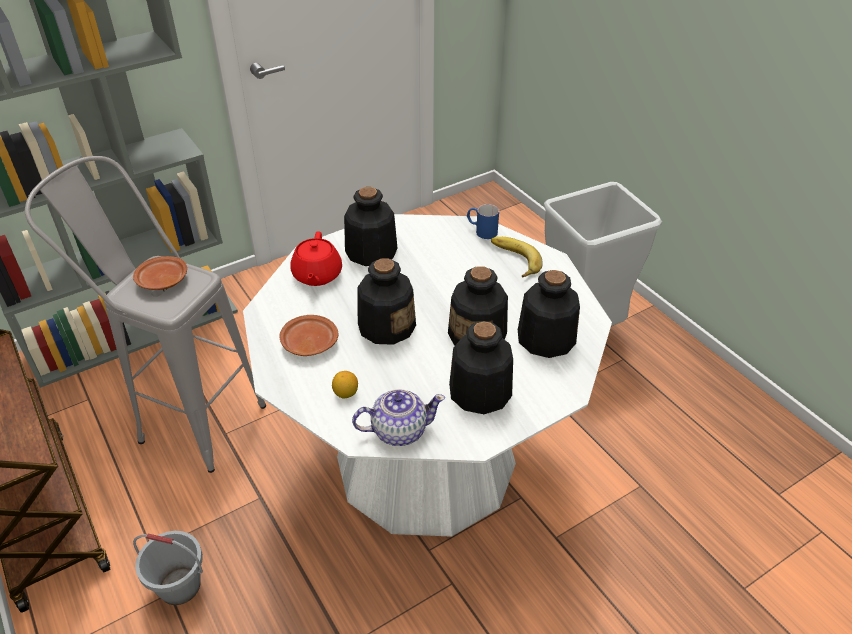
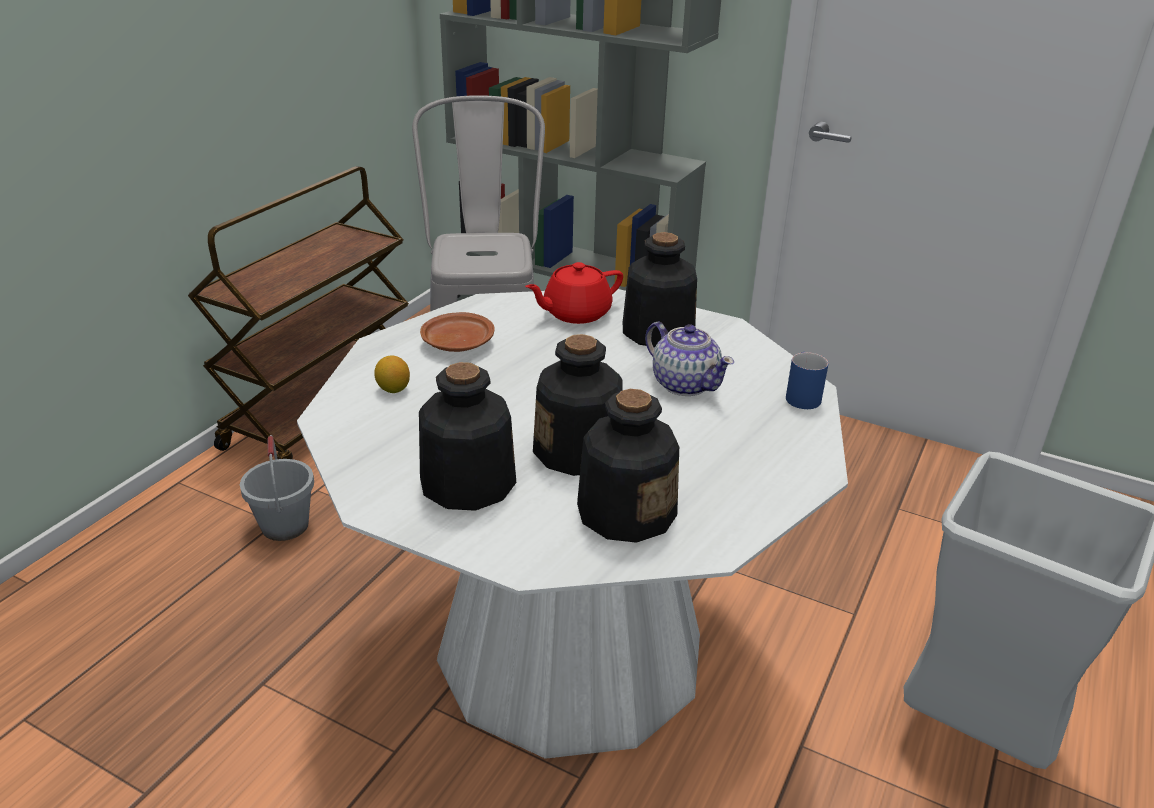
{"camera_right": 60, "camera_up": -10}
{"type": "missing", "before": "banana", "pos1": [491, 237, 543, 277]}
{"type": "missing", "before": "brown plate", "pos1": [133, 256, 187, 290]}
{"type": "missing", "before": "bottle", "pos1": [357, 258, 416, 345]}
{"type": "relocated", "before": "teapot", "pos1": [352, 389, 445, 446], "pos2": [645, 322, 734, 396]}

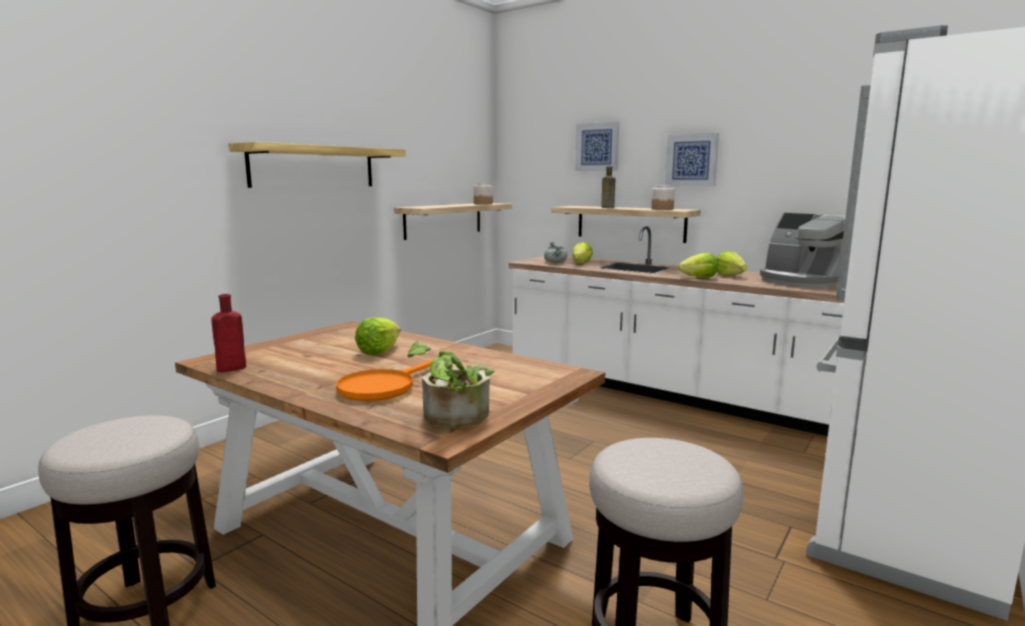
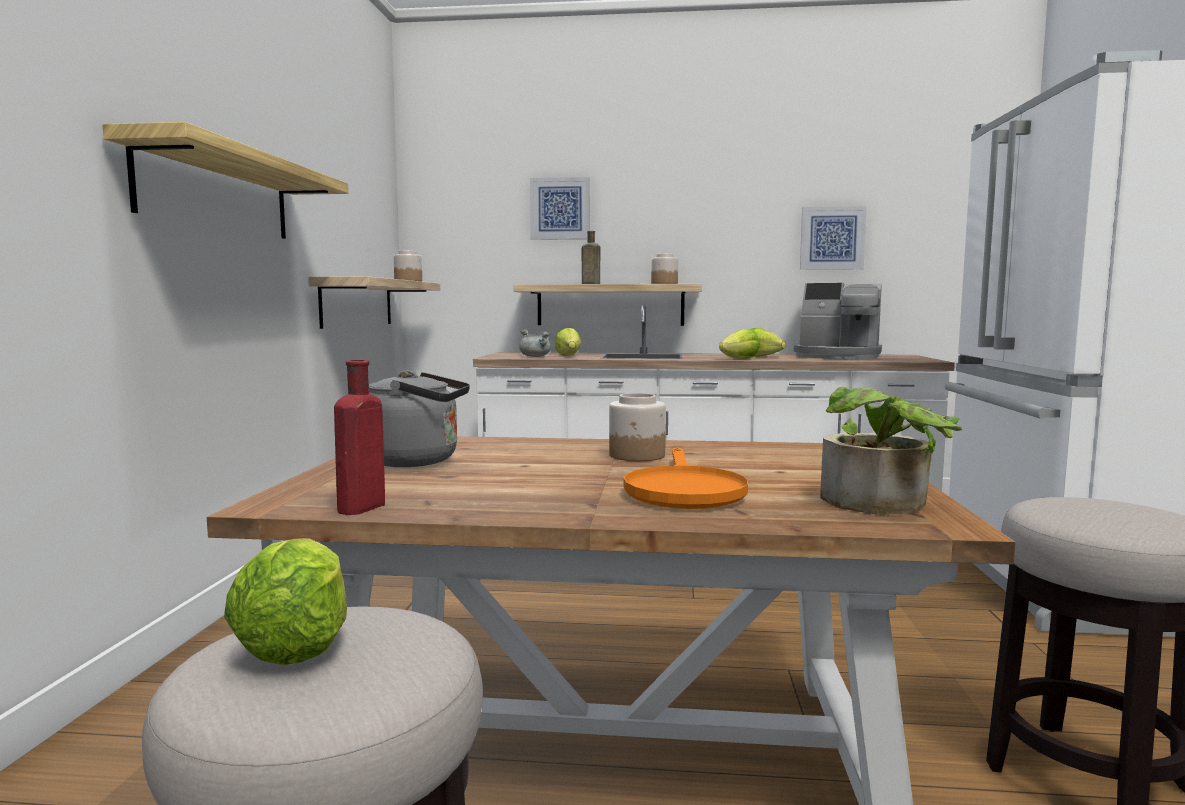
{"camera_right": -30, "camera_up": -5}
{"type": "relocated", "before": "picture", "pos1": [665, 133, 719, 186], "pos2": [800, 206, 867, 270]}
{"type": "relocated", "before": "lettuce", "pos1": [355, 317, 401, 355], "pos2": [224, 538, 347, 665]}
{"type": "appeared", "after": "grey kettle", "pos2": [369, 370, 470, 467]}
{"type": "appeared", "after": "jar", "pos2": [609, 393, 666, 461]}

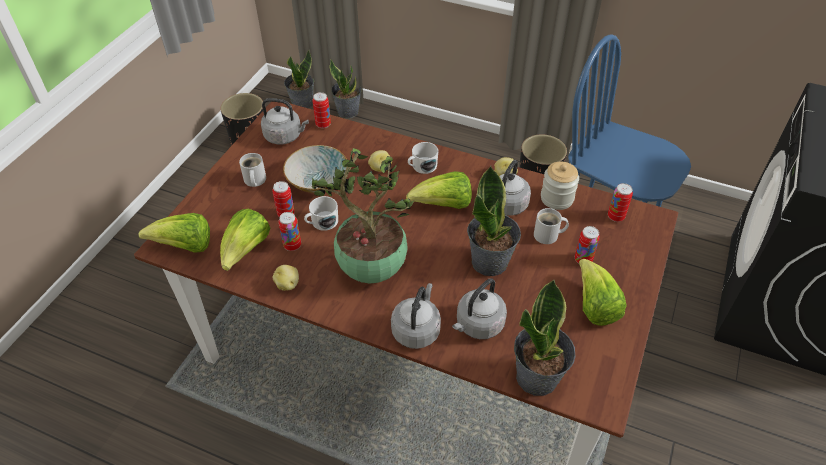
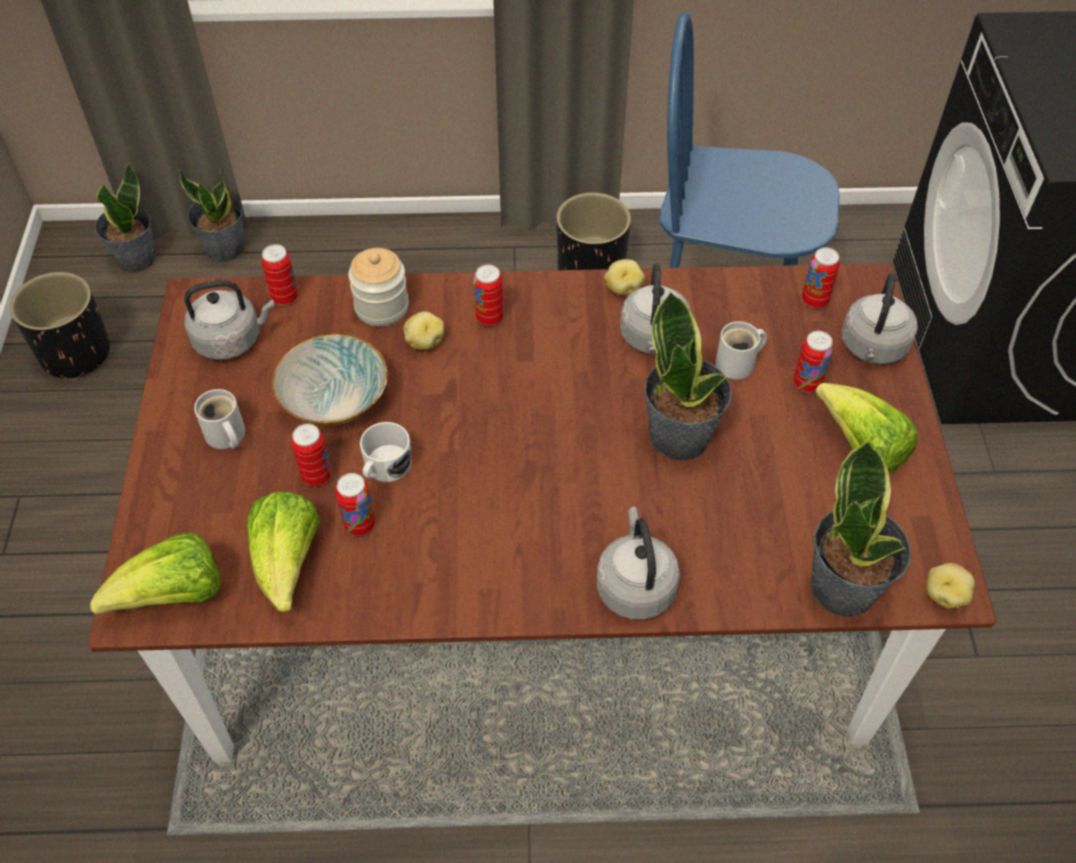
{"camera_right": -25, "camera_up": 5}
{"type": "exchanged", "before": "white mug", "after": "can", "pos1": [408, 142, 438, 174], "pos2": [474, 264, 504, 326]}
{"type": "missing", "before": "potted plant", "pos1": [311, 148, 414, 283]}
{"type": "relocated", "before": "jar", "pos1": [541, 162, 579, 210], "pos2": [348, 248, 409, 326]}
{"type": "missing", "before": "lettuce", "pos1": [406, 171, 472, 209]}
{"type": "relocated", "before": "potato", "pos1": [273, 265, 299, 291], "pos2": [926, 563, 975, 609]}
{"type": "relocated", "before": "grey kettle", "pos1": [452, 278, 507, 339], "pos2": [842, 273, 917, 364]}

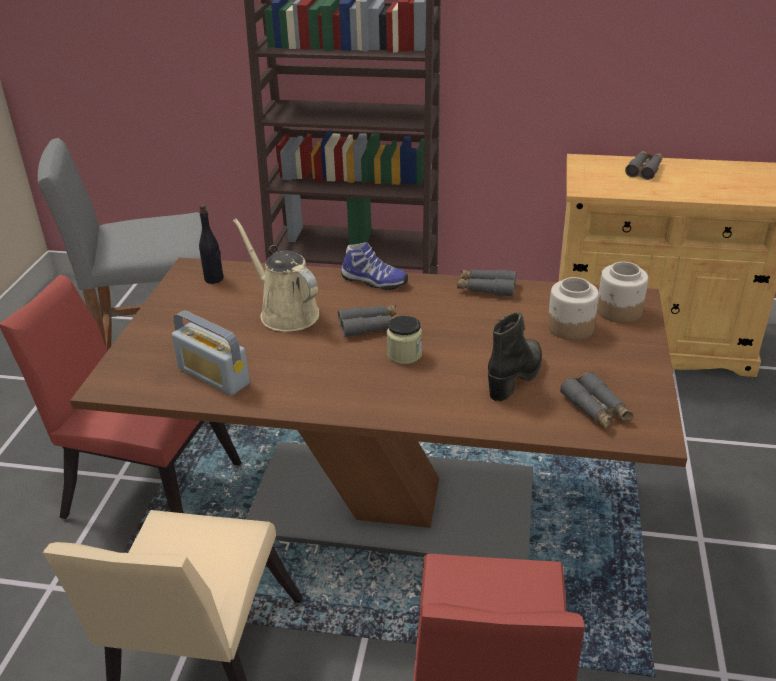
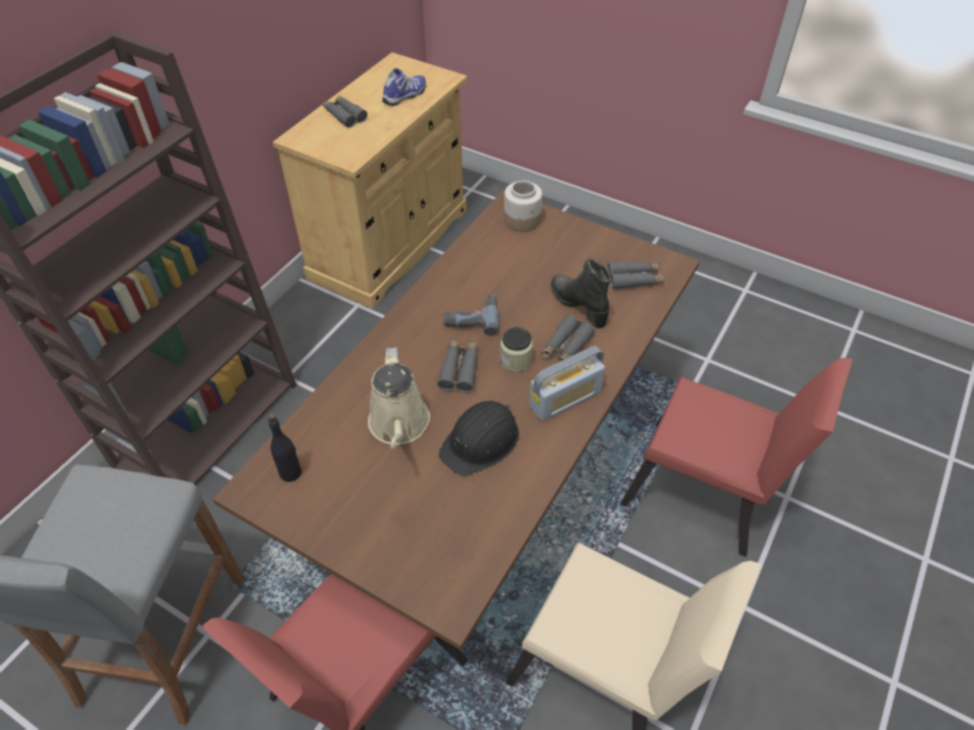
{"camera_right": -70, "camera_up": 15}
{"type": "spun", "before": "beige watering can", "pos1": [233, 218, 319, 332], "pos2": [368, 347, 430, 449], "turn": -75}
{"type": "relocated", "before": "shoe", "pos1": [341, 242, 408, 290], "pos2": [382, 68, 426, 106]}
{"type": "relocated", "before": "grey binoculars", "pos1": [457, 270, 516, 296], "pos2": [540, 315, 595, 362]}
{"type": "missing", "before": "jar", "pos1": [548, 277, 599, 340]}
{"type": "relocated", "before": "radio", "pos1": [171, 310, 250, 395], "pos2": [529, 346, 605, 421]}
{"type": "appeared", "after": "power drill", "pos2": [444, 294, 499, 336]}
{"type": "appeared", "after": "black hard hat", "pos2": [438, 401, 519, 476]}

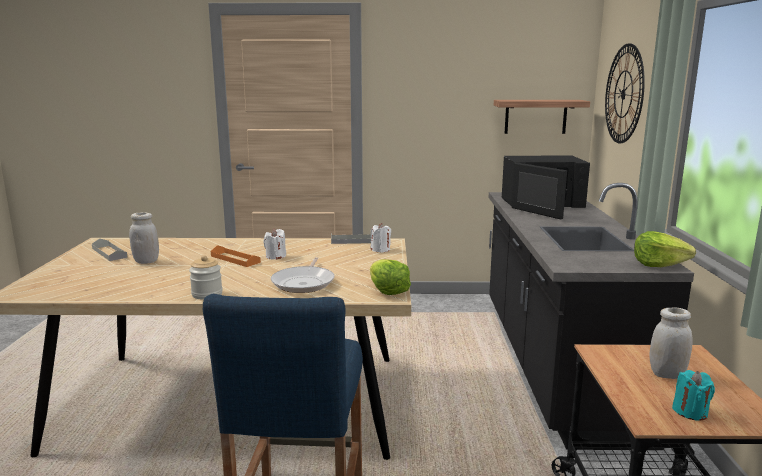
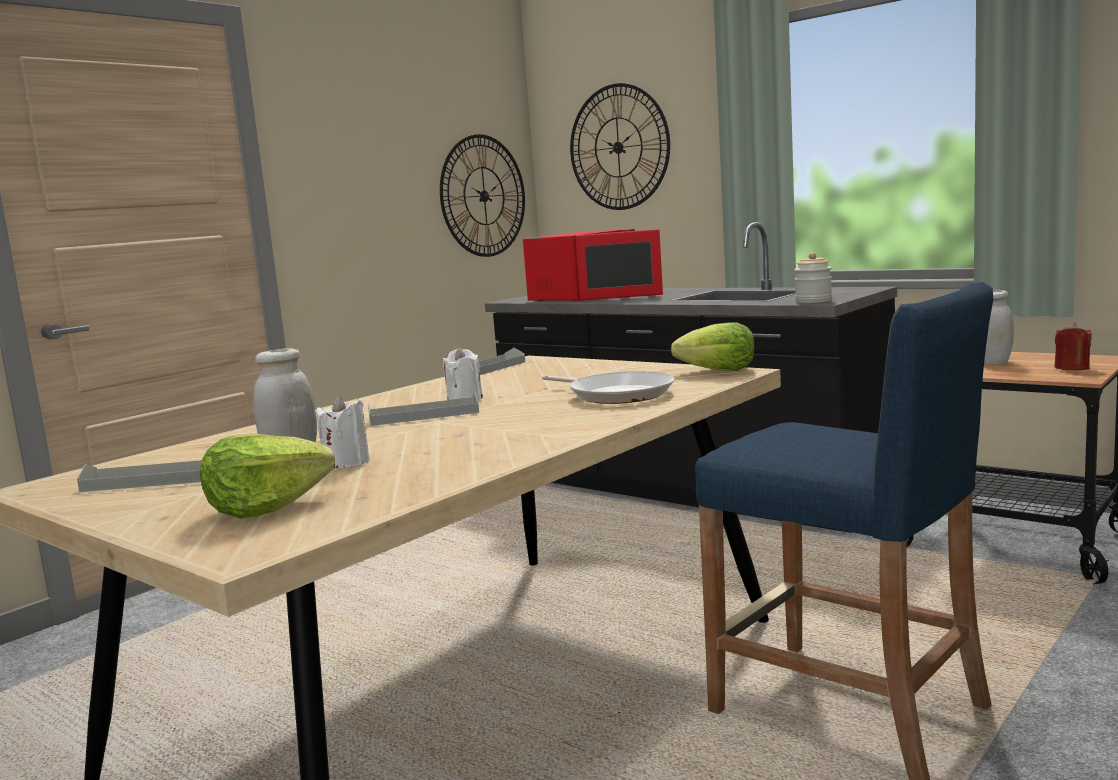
{"camera_right": -50, "camera_up": -5}
{"type": "exchanged", "before": "shelf", "after": "wall clock", "pos1": [494, 100, 590, 134], "pos2": [440, 134, 525, 257]}
{"type": "colour", "before": "black microwave", "after": "red microwave", "pos1": [502, 155, 590, 219], "pos2": [523, 229, 663, 301]}
{"type": "relocated", "before": "white candle", "pos1": [371, 223, 391, 253], "pos2": [316, 395, 370, 468]}
{"type": "relocated", "before": "lettuce", "pos1": [634, 231, 696, 267], "pos2": [200, 434, 335, 519]}
{"type": "colour", "before": "orange tray", "after": "grey tray", "pos1": [211, 245, 261, 267], "pos2": [368, 391, 479, 426]}
{"type": "relocated", "before": "jar", "pos1": [189, 255, 223, 299], "pos2": [794, 252, 832, 303]}
{"type": "colour", "before": "turquoise candle", "after": "red candle", "pos1": [672, 370, 715, 421], "pos2": [1054, 323, 1092, 370]}

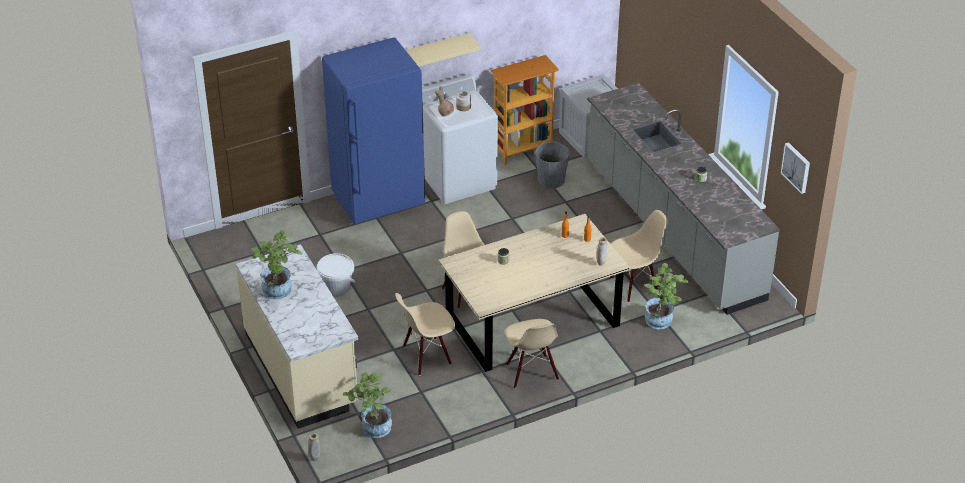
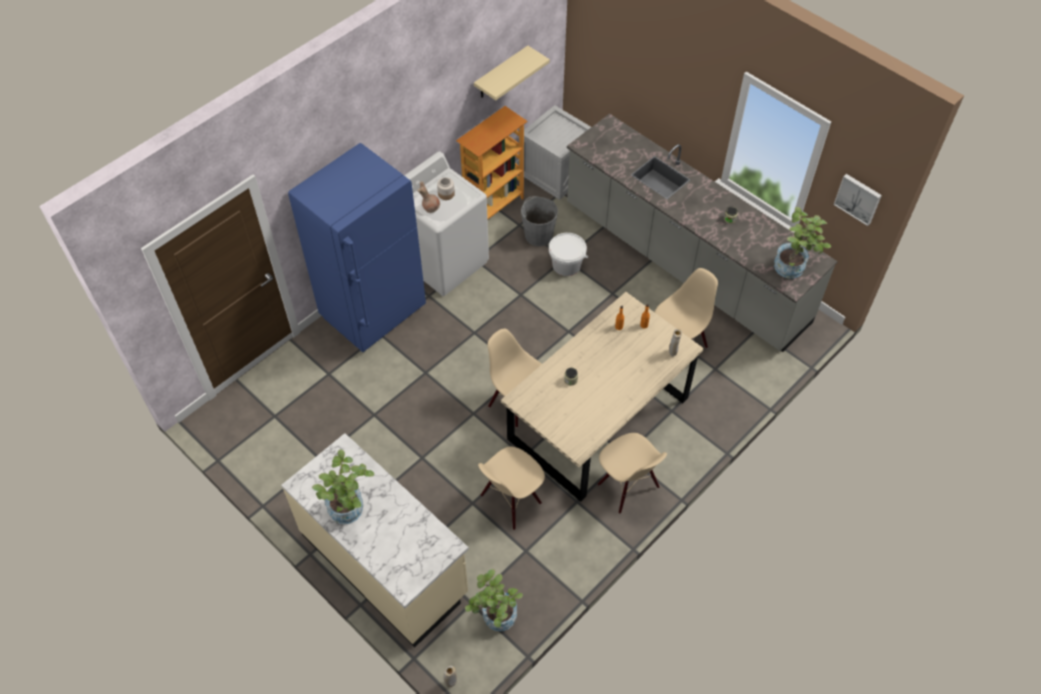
{"camera_right": -20, "camera_up": 15}
{"type": "relocated", "before": "beige shelf", "pos1": [406, 33, 481, 67], "pos2": [474, 46, 550, 101]}
{"type": "relocated", "before": "white bucket", "pos1": [316, 253, 355, 296], "pos2": [549, 233, 588, 276]}
{"type": "relocated", "before": "potted plant", "pos1": [644, 263, 689, 329], "pos2": [774, 207, 831, 279]}

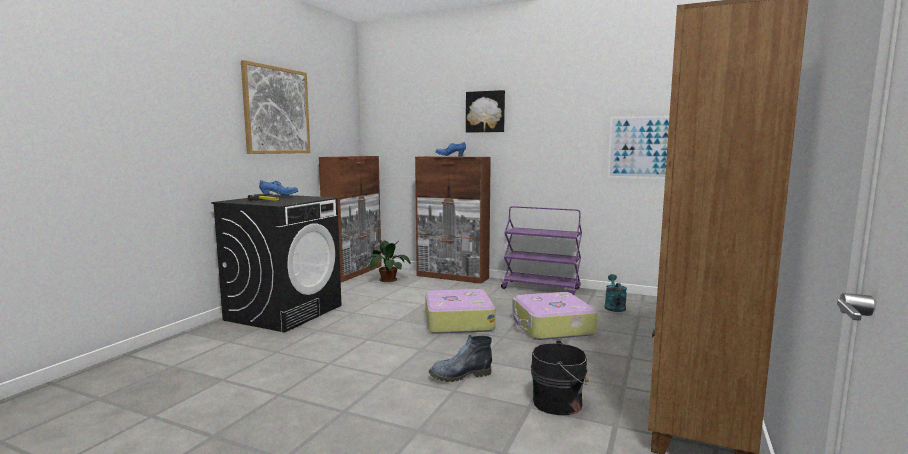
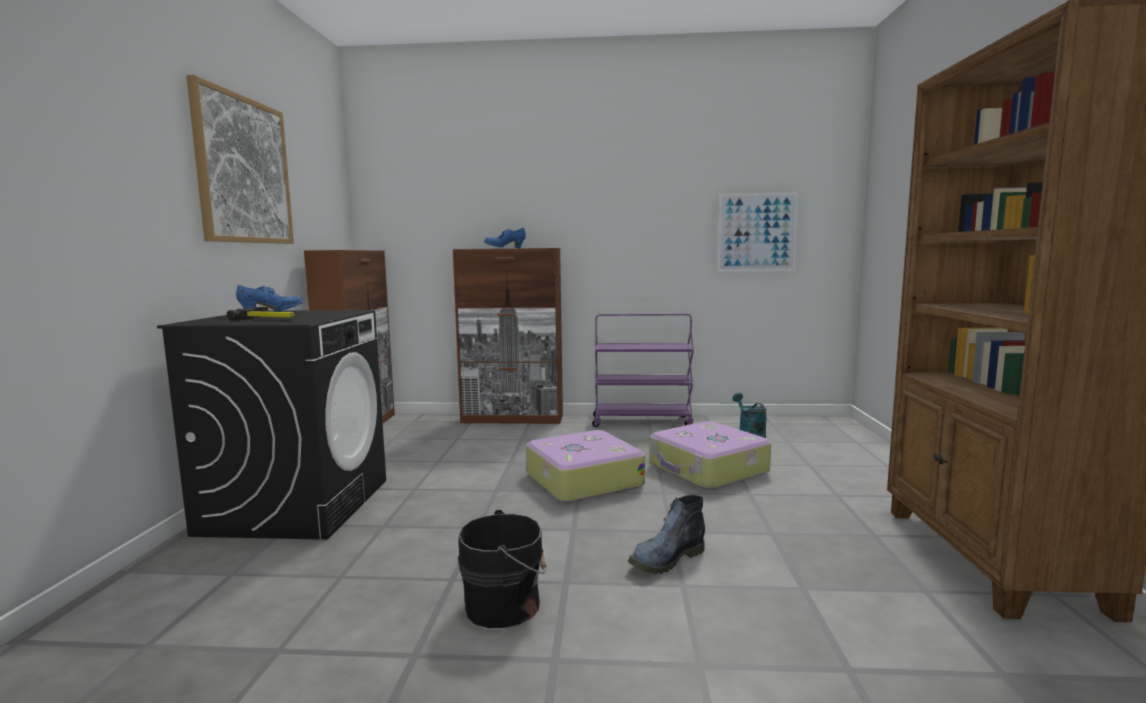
{"camera_right": -20, "camera_up": 0}
{"type": "missing", "before": "picture", "pos1": [466, 90, 505, 133]}
{"type": "missing", "before": "potted plant", "pos1": [364, 238, 411, 282]}
{"type": "relocated", "before": "black bucket", "pos1": [531, 340, 588, 415], "pos2": [458, 510, 546, 628]}

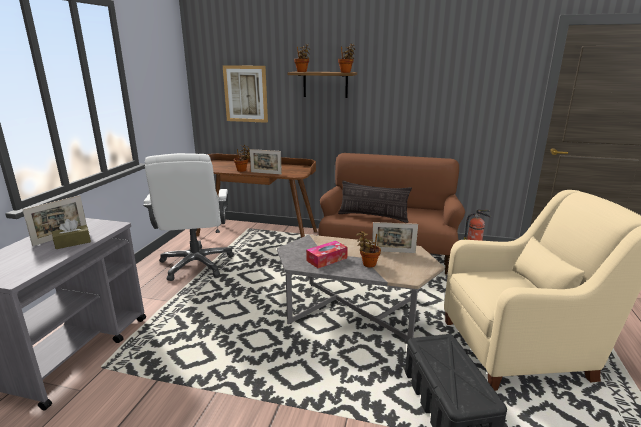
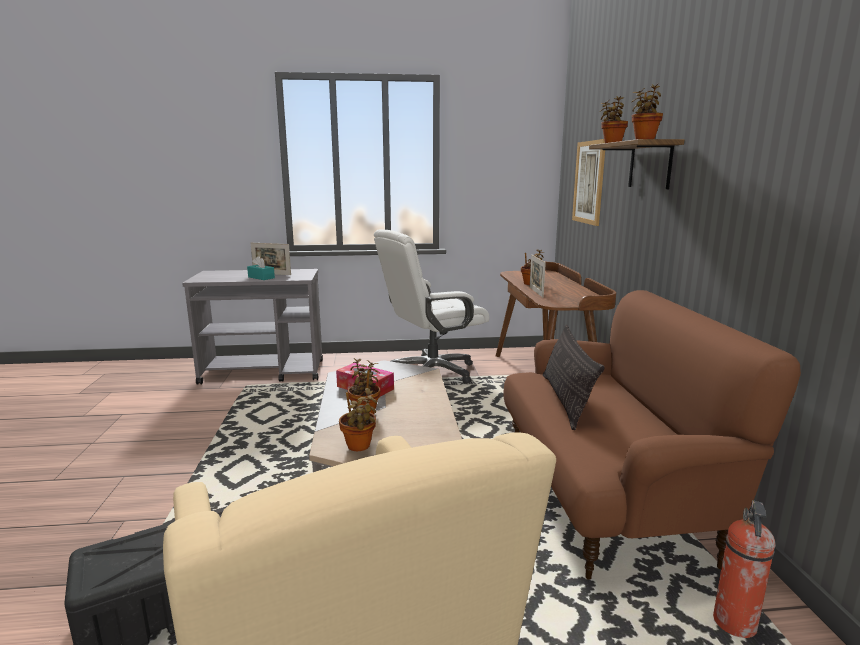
{"camera_right": 70, "camera_up": -5}
{"type": "colour", "before": "brown tissue box", "after": "turquoise tissue box", "pos1": [52, 219, 91, 249], "pos2": [247, 256, 275, 280]}
{"type": "missing", "before": "picture frame", "pos1": [372, 222, 418, 253]}
{"type": "appeared", "after": "potted plant", "pos2": [339, 388, 377, 451]}

